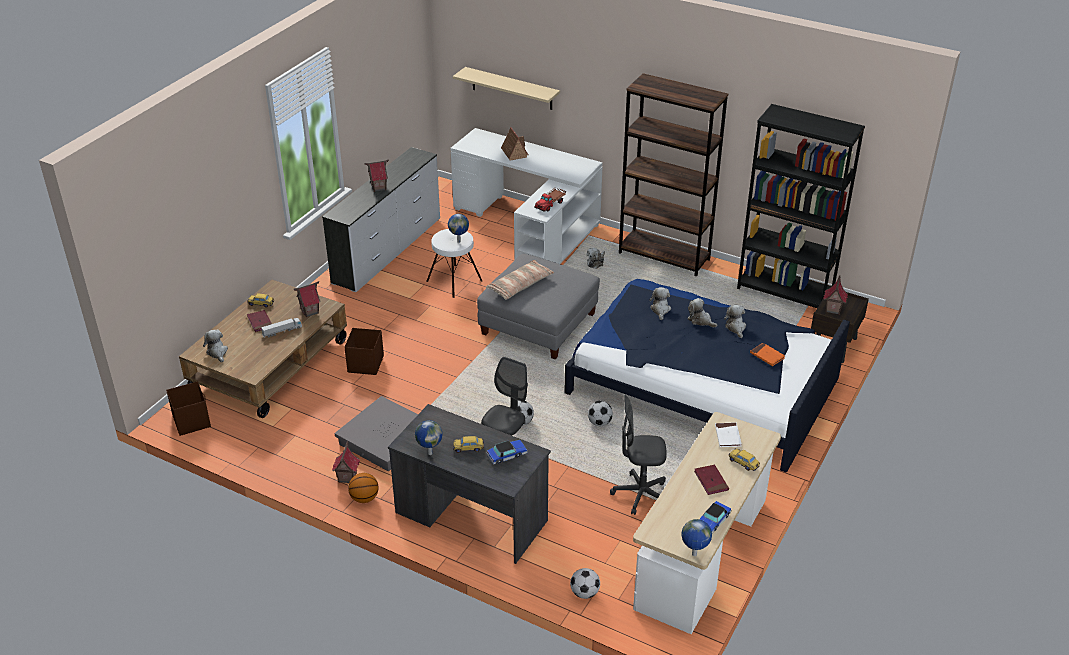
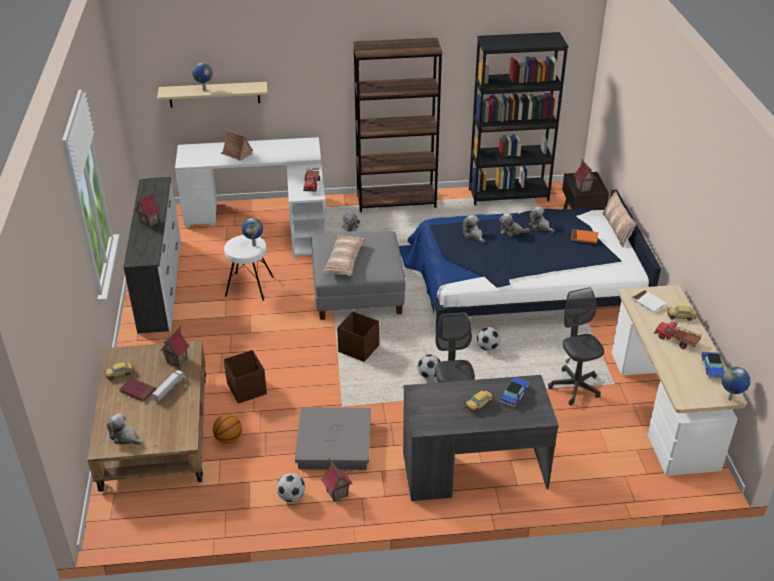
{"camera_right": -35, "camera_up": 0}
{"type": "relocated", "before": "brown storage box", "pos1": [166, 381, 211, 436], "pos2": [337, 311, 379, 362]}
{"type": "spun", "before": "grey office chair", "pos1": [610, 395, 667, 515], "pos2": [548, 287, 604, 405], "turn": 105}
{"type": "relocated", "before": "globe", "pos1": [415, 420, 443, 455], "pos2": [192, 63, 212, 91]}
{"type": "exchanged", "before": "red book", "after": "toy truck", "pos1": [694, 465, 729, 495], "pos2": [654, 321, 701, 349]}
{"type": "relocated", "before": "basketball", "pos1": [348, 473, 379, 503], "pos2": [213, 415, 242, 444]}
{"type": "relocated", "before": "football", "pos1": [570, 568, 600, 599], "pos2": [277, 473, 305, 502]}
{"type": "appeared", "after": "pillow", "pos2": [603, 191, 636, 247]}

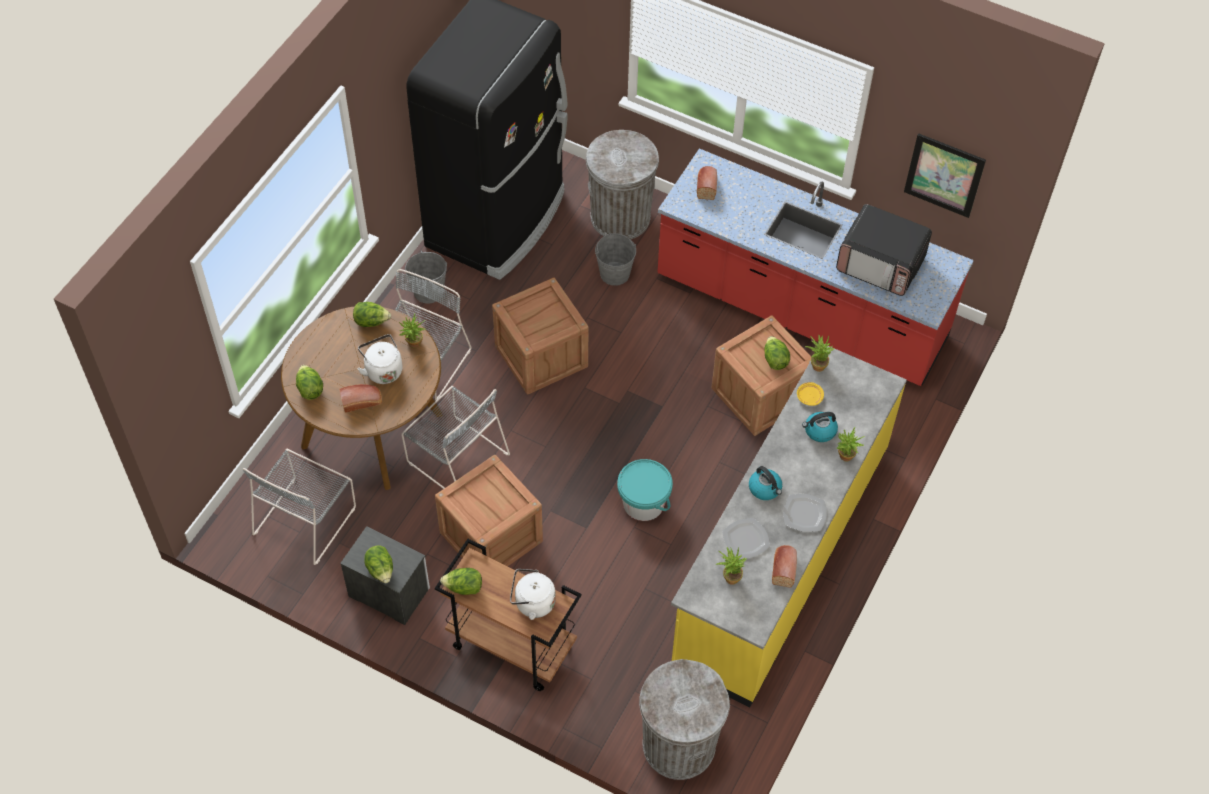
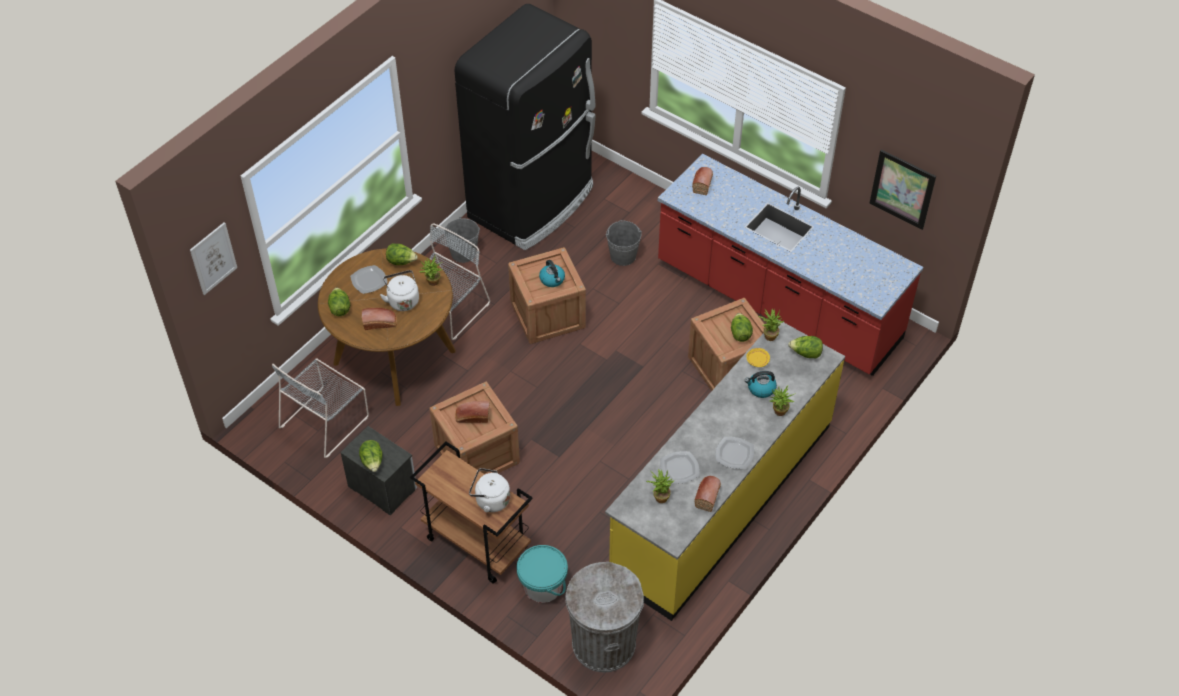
{"camera_right": 10, "camera_up": -5}
{"type": "missing", "before": "grey trash can", "pos1": [586, 130, 659, 239]}
{"type": "missing", "before": "microwave", "pos1": [836, 204, 932, 296]}
{"type": "missing", "before": "grey chair", "pos1": [401, 386, 510, 489]}
{"type": "relocated", "before": "turquoise bucket", "pos1": [617, 459, 673, 521], "pos2": [517, 545, 568, 603]}
{"type": "relocated", "before": "kettle", "pos1": [749, 466, 782, 500], "pos2": [539, 260, 565, 287]}
{"type": "relocated", "before": "lettuce", "pos1": [440, 568, 482, 595], "pos2": [788, 336, 823, 358]}
{"type": "appeared", "after": "picture", "pos2": [190, 222, 237, 295]}
{"type": "appeared", "after": "plate", "pos2": [350, 265, 388, 294]}
{"type": "appeared", "after": "bread", "pos2": [455, 401, 490, 423]}

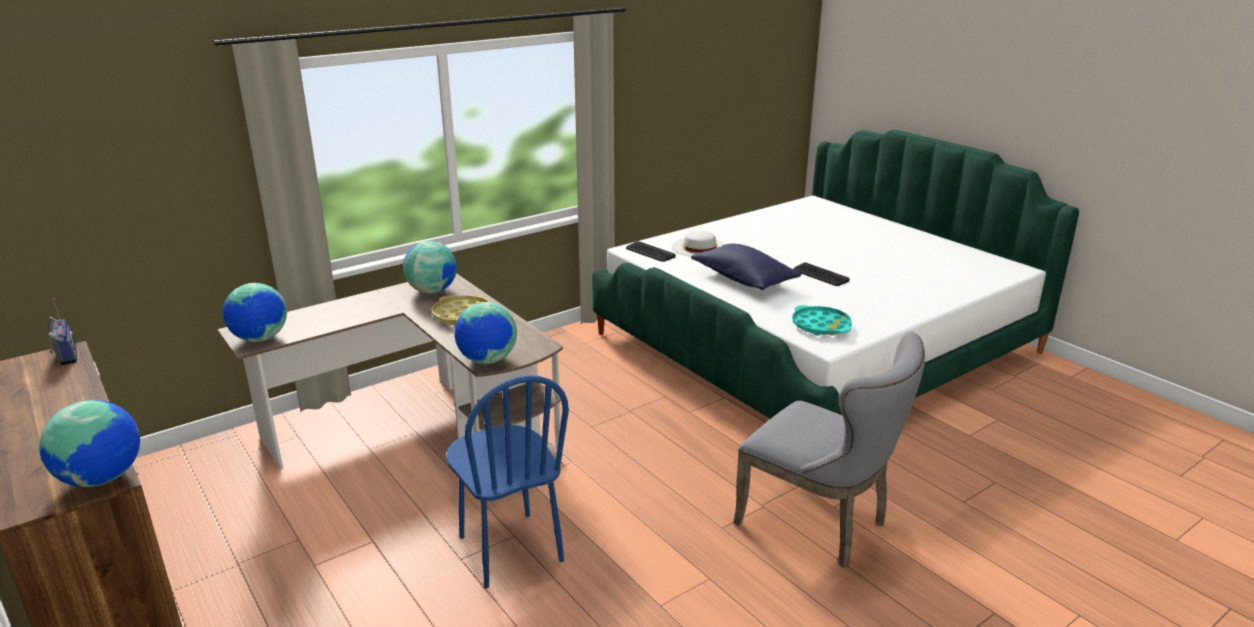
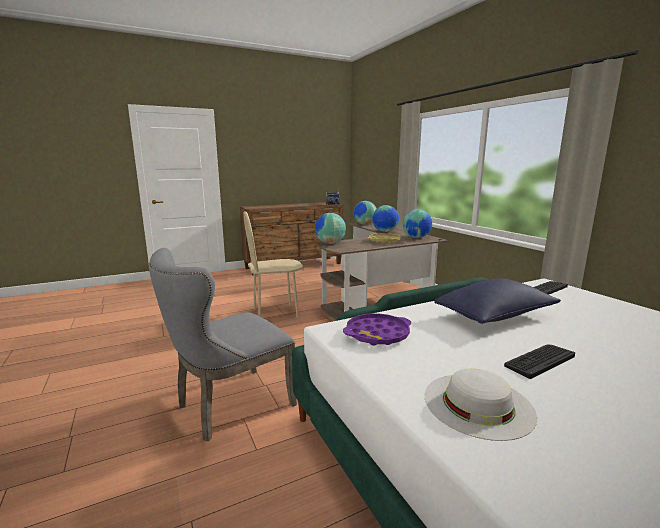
{"camera_right": 100, "camera_up": -10}
{"type": "relocated", "before": "white hat", "pos1": [672, 230, 725, 257], "pos2": [425, 368, 537, 441]}
{"type": "colour", "before": "turquoise tray", "after": "purple tray", "pos1": [792, 305, 852, 336], "pos2": [343, 313, 411, 346]}
{"type": "colour", "before": "blue chair", "after": "beige chair", "pos1": [446, 375, 569, 588], "pos2": [243, 211, 303, 318]}
{"type": "relocated", "before": "globe", "pos1": [39, 400, 140, 487], "pos2": [372, 205, 399, 232]}

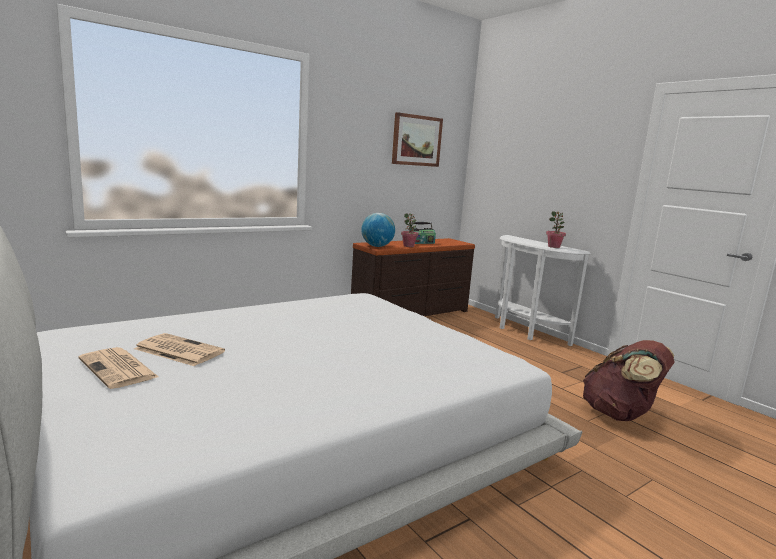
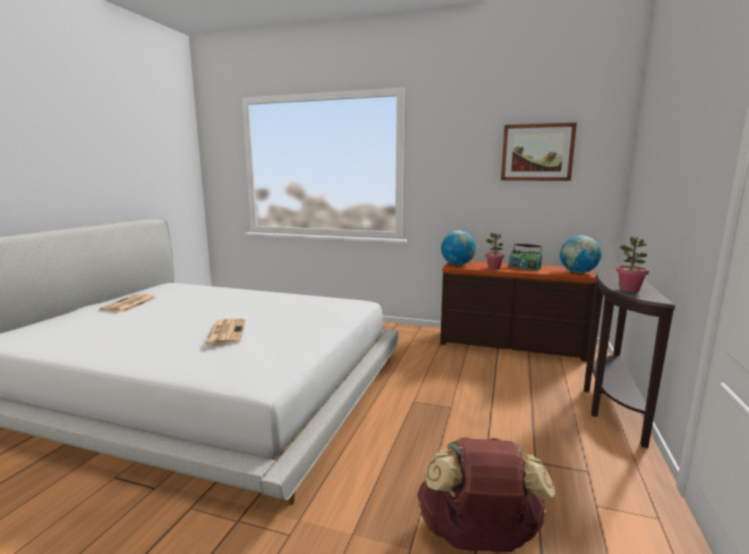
{"camera_right": 55, "camera_up": 0}
{"type": "colour", "before": "white console table", "after": "brown console table", "pos1": [495, 235, 590, 346], "pos2": [584, 269, 675, 448]}
{"type": "relocated", "before": "newspaper", "pos1": [134, 333, 225, 366], "pos2": [204, 318, 245, 346]}
{"type": "appeared", "after": "globe", "pos2": [560, 236, 601, 273]}

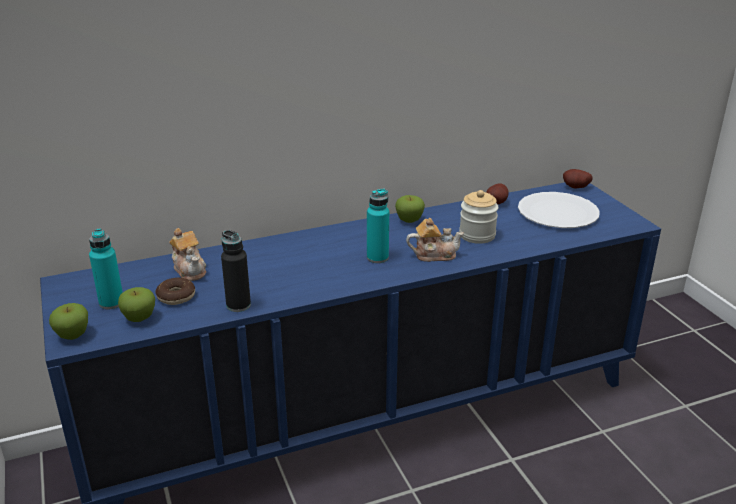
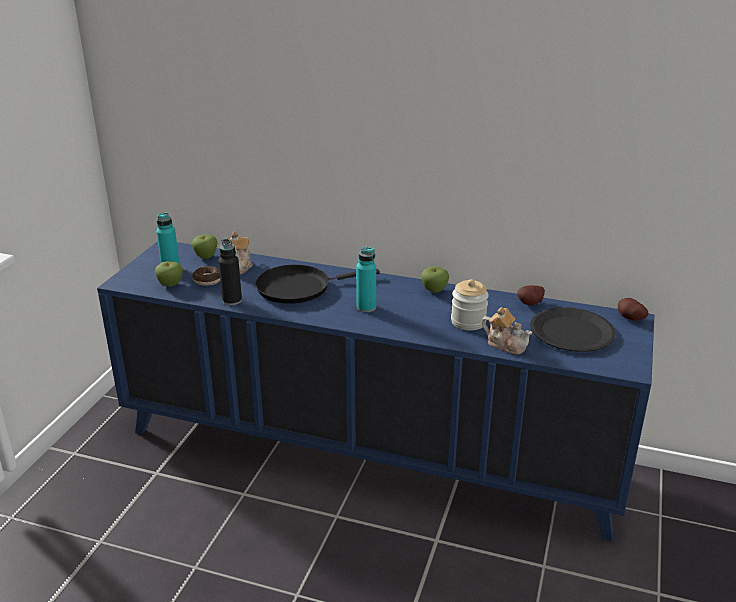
{"camera_right": 40, "camera_up": 0}
{"type": "colour", "before": "white plate", "after": "black plate", "pos1": [518, 192, 600, 228], "pos2": [530, 307, 616, 352]}
{"type": "relocated", "before": "teapot", "pos1": [406, 218, 464, 262], "pos2": [482, 307, 532, 354]}
{"type": "relocated", "before": "apple", "pos1": [49, 303, 88, 340], "pos2": [191, 234, 218, 259]}
{"type": "appeared", "after": "black frying pan", "pos2": [255, 265, 380, 304]}

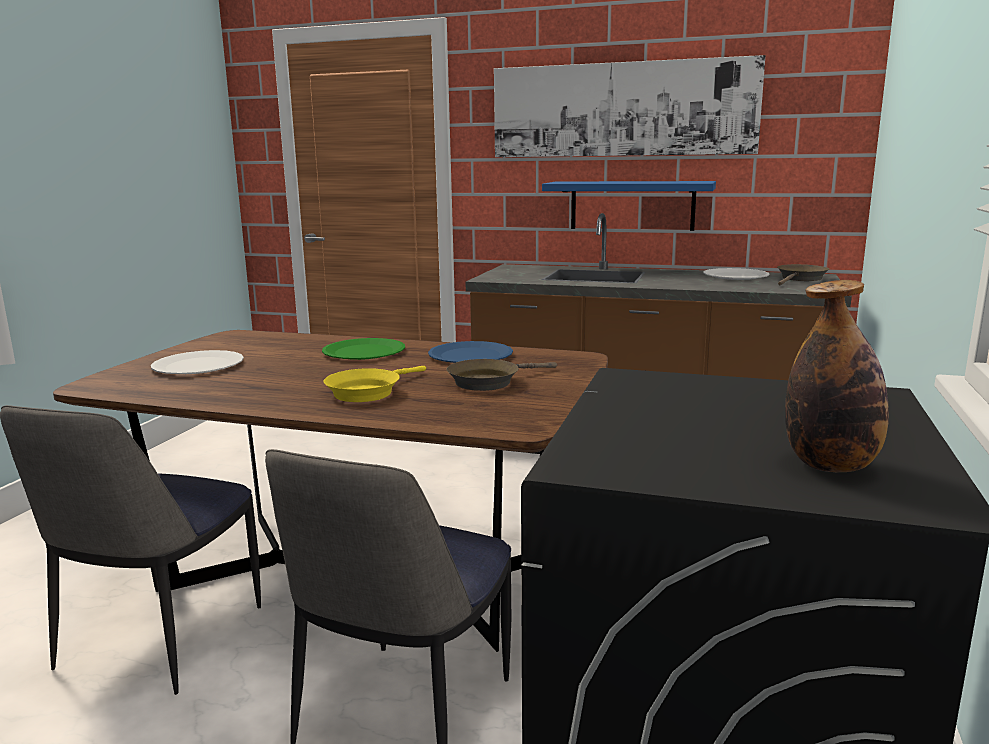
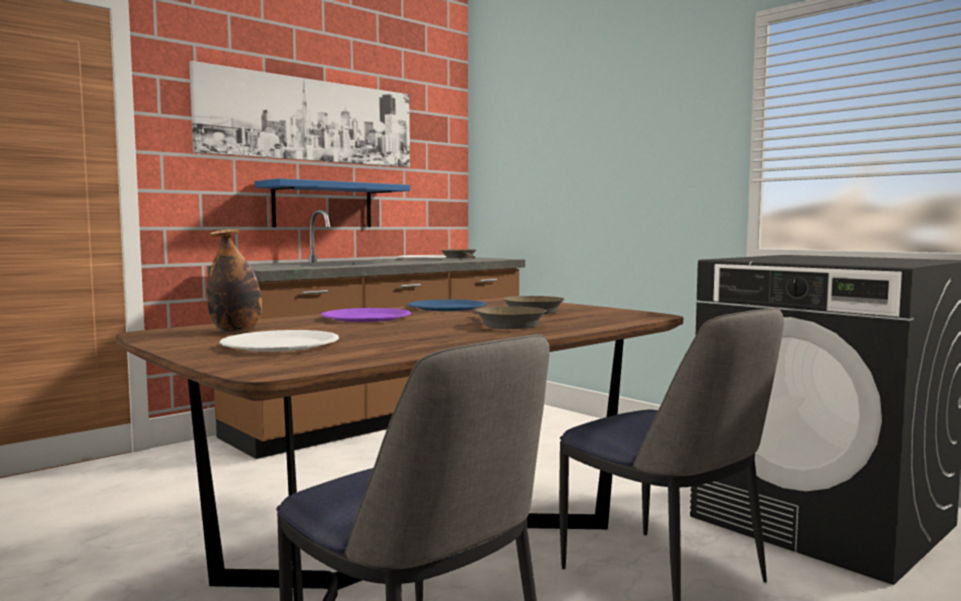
{"camera_right": -60, "camera_up": -10}
{"type": "relocated", "before": "bottle", "pos1": [785, 280, 889, 472], "pos2": [206, 229, 262, 333]}
{"type": "colour", "before": "green plate", "after": "purple plate", "pos1": [322, 338, 405, 360], "pos2": [321, 308, 411, 322]}
{"type": "colour", "before": "yellow frying pan", "after": "brown frying pan", "pos1": [323, 366, 426, 402], "pos2": [473, 306, 547, 329]}

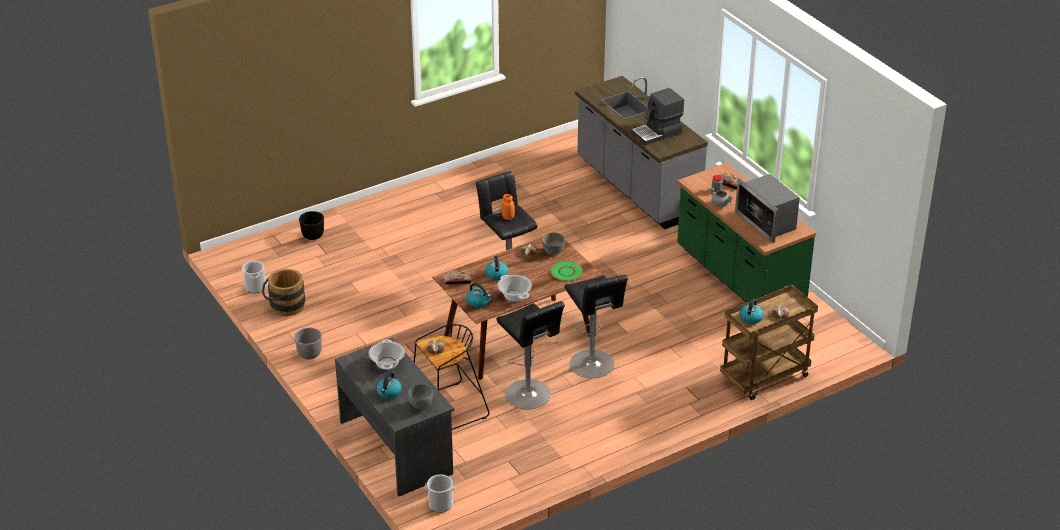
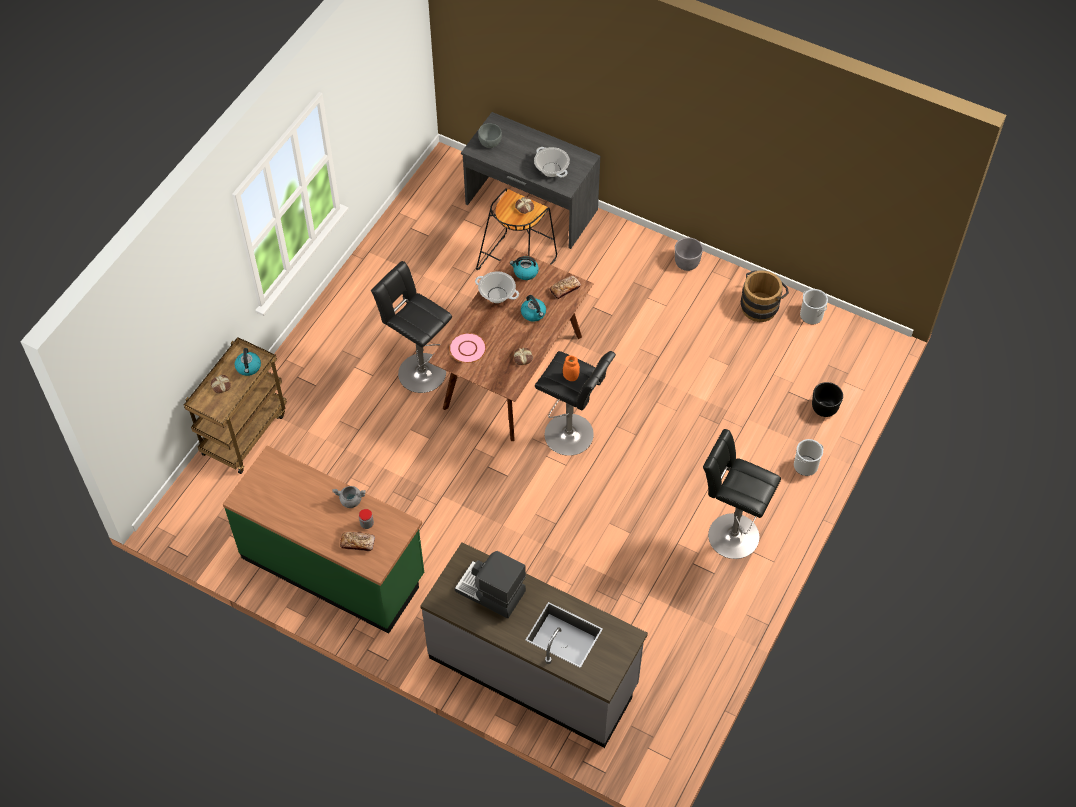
{"camera_right": 150, "camera_up": 20}
{"type": "spun", "before": "coffee machine", "pos1": [631, 88, 684, 145], "pos2": [455, 551, 526, 618], "turn": -90}
{"type": "missing", "before": "microwave", "pos1": [735, 174, 800, 243]}
{"type": "missing", "before": "grey bowl", "pos1": [542, 232, 565, 255]}
{"type": "colour", "before": "green plate", "after": "pink plate", "pos1": [550, 261, 583, 281], "pos2": [449, 333, 486, 363]}
{"type": "relocated", "before": "black stool", "pos1": [496, 301, 565, 409], "pos2": [703, 429, 781, 559]}
{"type": "missing", "before": "kettle", "pos1": [377, 372, 402, 399]}
{"type": "relocated", "before": "bucket", "pos1": [425, 474, 456, 513], "pos2": [794, 439, 824, 476]}

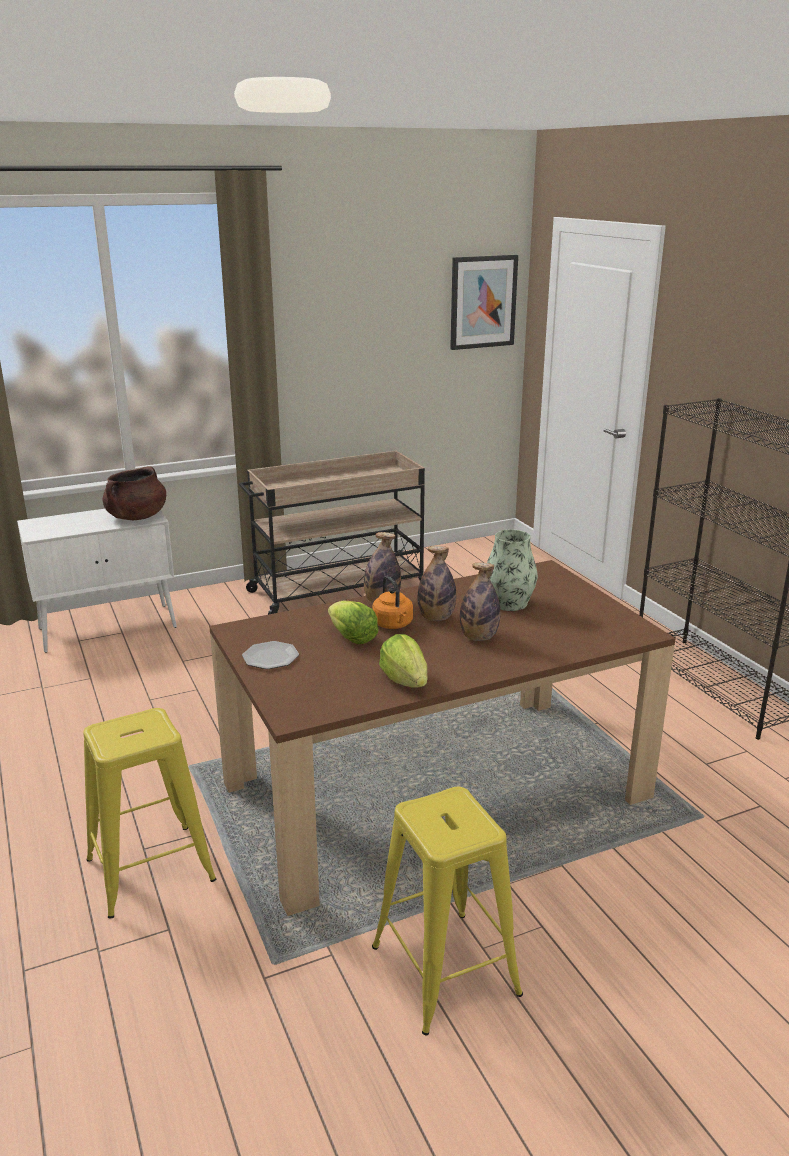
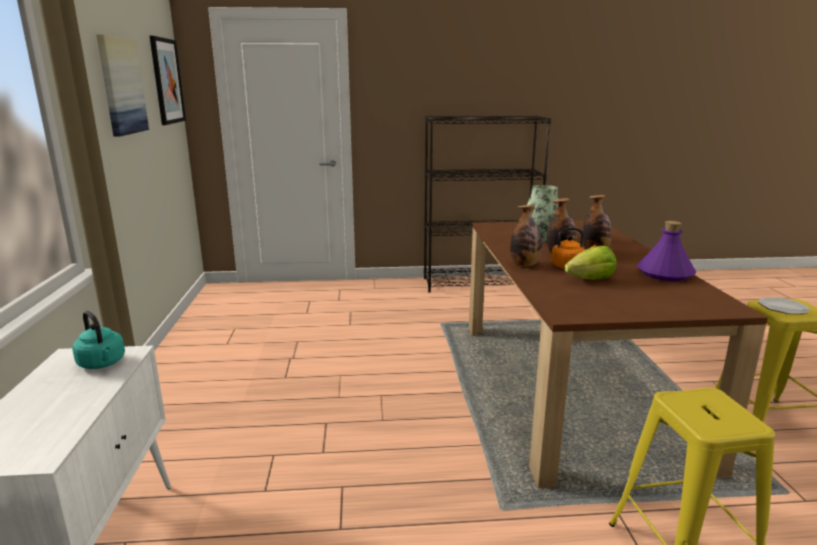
{"camera_right": -70, "camera_up": -5}
{"type": "missing", "before": "beige cart", "pos1": [239, 451, 425, 615]}
{"type": "exchanged", "before": "brown cooking pot", "after": "turquoise kettle", "pos1": [103, 466, 166, 520], "pos2": [72, 311, 125, 369]}
{"type": "exchanged", "before": "lettuce", "after": "purple bottle", "pos1": [379, 634, 427, 688], "pos2": [637, 221, 696, 281]}
{"type": "relocated", "before": "plate", "pos1": [242, 641, 299, 669], "pos2": [758, 297, 810, 314]}
{"type": "appeared", "after": "picture", "pos2": [96, 34, 149, 136]}

